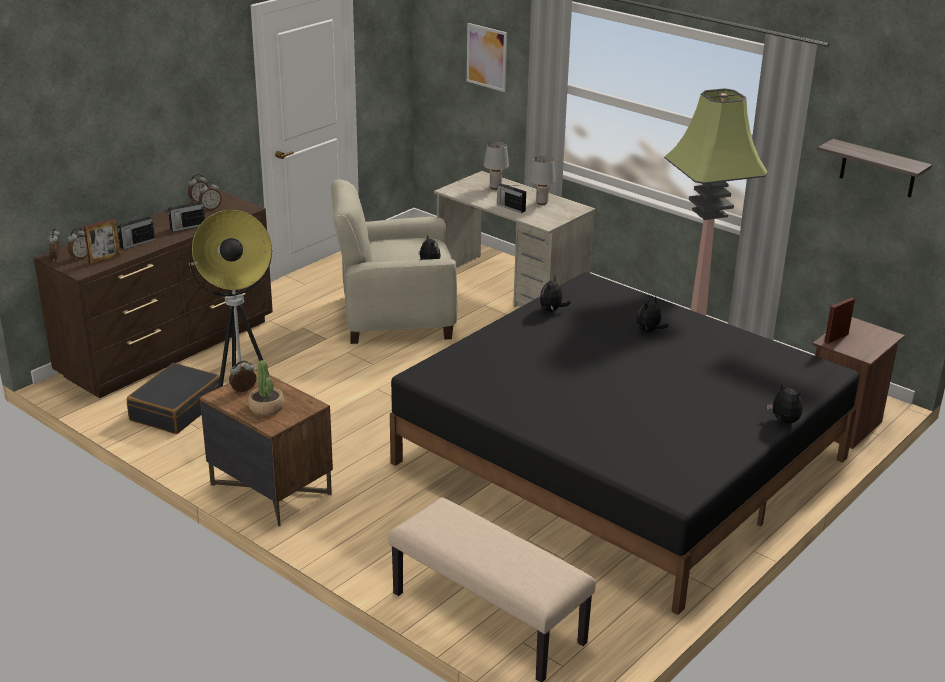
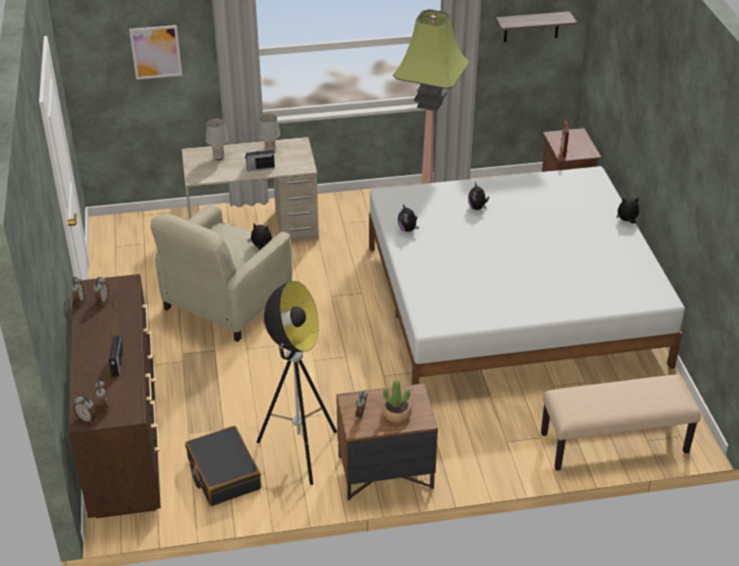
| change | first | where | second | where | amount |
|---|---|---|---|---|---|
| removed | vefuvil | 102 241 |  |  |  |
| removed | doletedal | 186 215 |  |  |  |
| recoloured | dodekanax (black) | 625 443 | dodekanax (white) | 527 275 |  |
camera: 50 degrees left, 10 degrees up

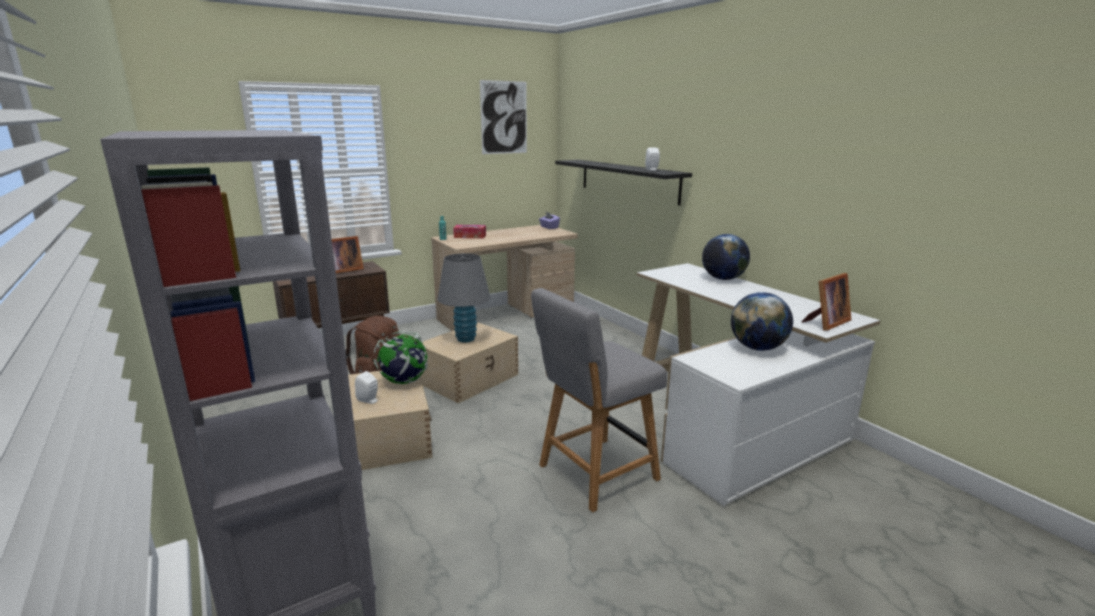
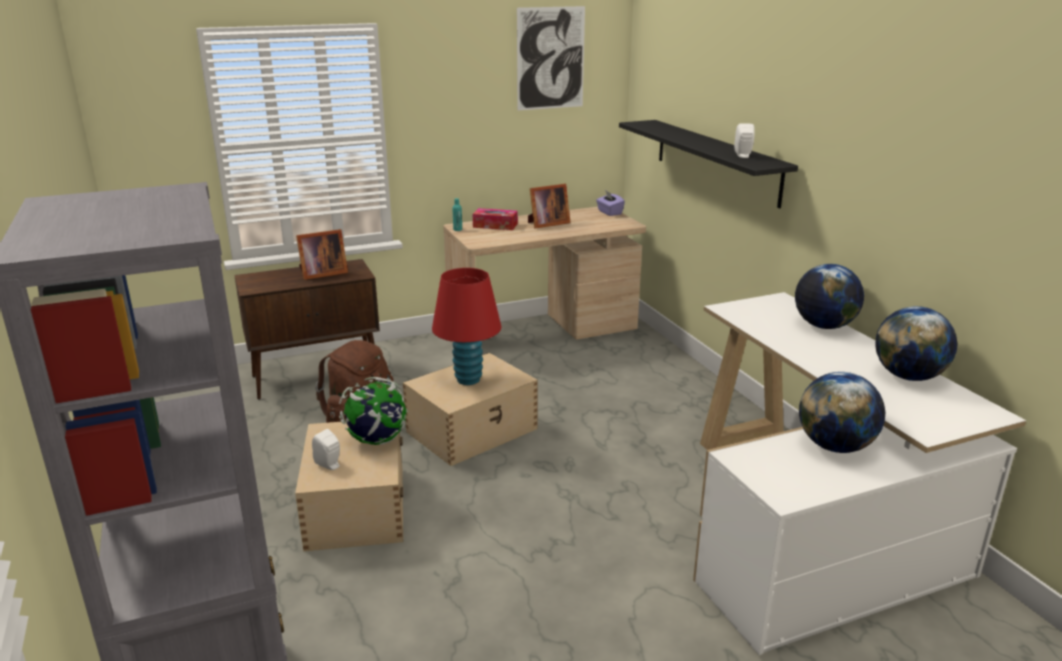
| change | first | where | second | where | amount |
|---|---|---|---|---|---|
| recoloured | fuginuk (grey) | 464 298 | fuginuk (red) | 466 326 |  |
| removed | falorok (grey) | 599 400 |  |  |  |
| moved | vefuvil | 826 302 |  | 549 206 |  |
| added |  |  | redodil | 916 343 |  |
camera: 10 degrees right, 5 degrees up

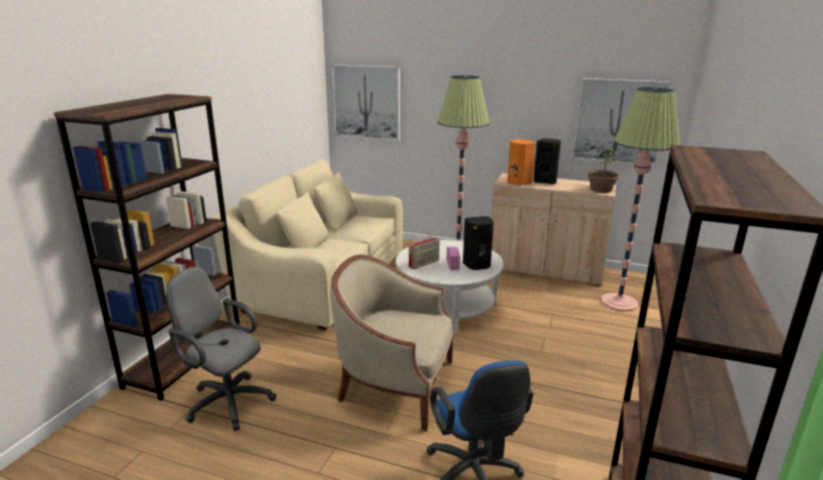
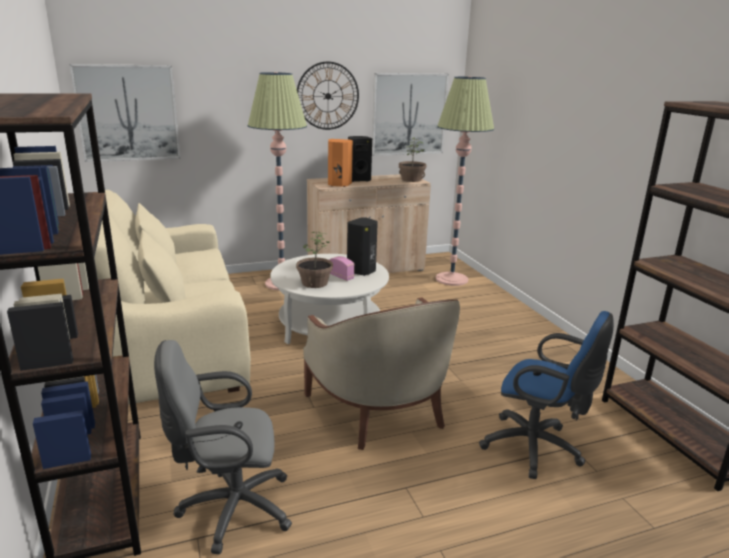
| change | first | where | second | where | amount |
|---|---|---|---|---|---|
| turned | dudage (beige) | 392 343 |  | 381 373 | 90 degrees counterclockwise |
| replaced | doletedal | 424 252 | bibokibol | 314 259 |  |
| added |  |  | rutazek | 328 96 |  |
camera: 40 degrees left, 0 degrees up

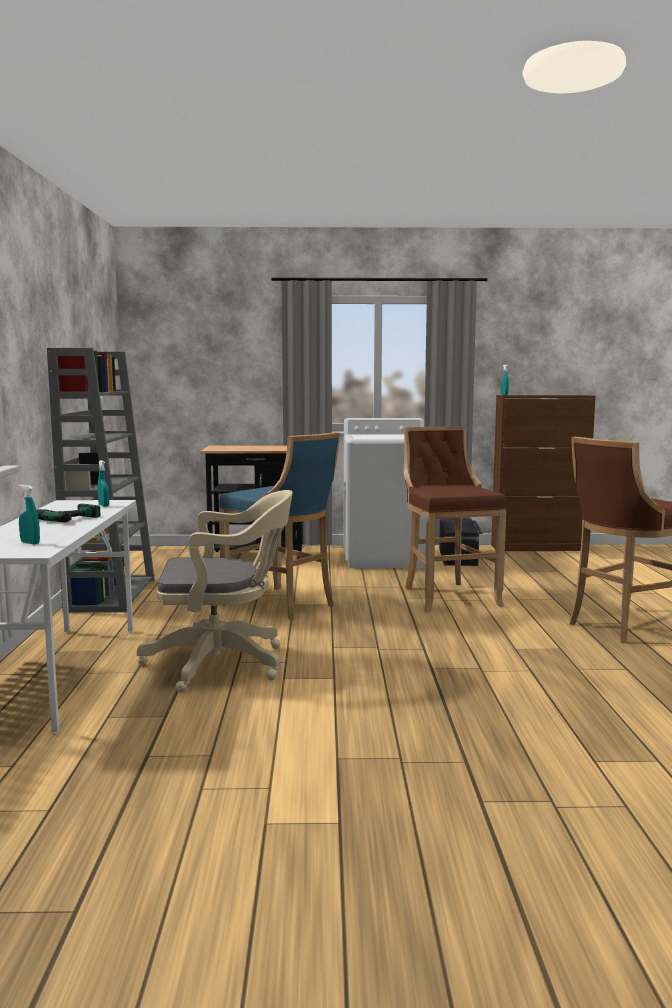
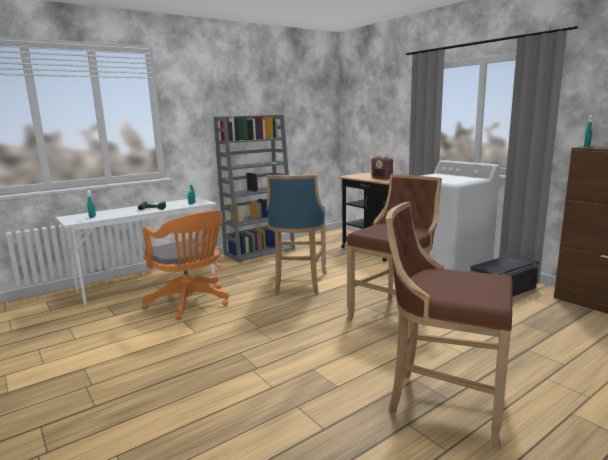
| change | first | where | second | where | amount |
|---|---|---|---|---|---|
| recoloured | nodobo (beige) | 215 591 | nodobo (orange) | 185 265 |  |
| added |  |  | doletedal | 382 168 |  |
camera: 55 degrees right, 5 degrees up

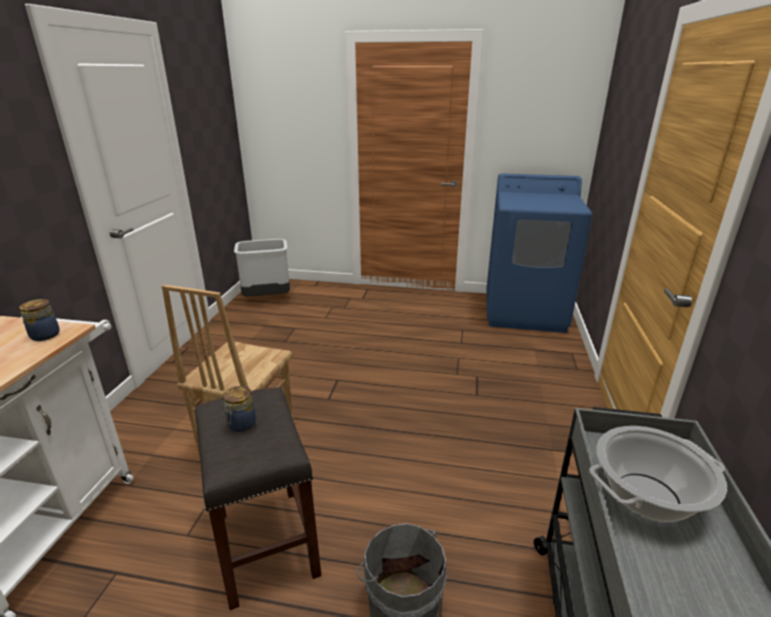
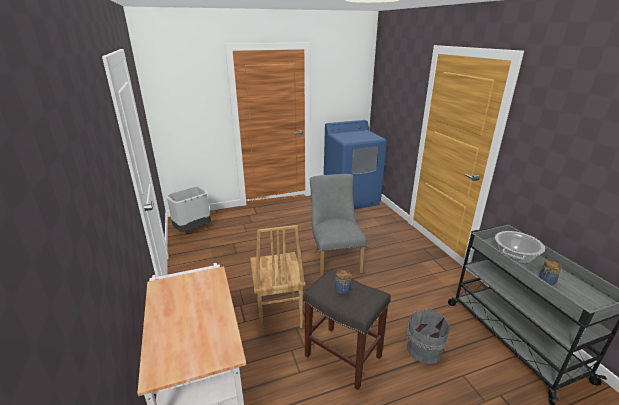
| change | first | where | second | where | amount |
|---|---|---|---|---|---|
| moved | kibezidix | 39 320 |  | 550 273 |  |
| added |  |  | falorok (grey) | 338 225 |  |
camera: 30 degrees left, 0 degrees up

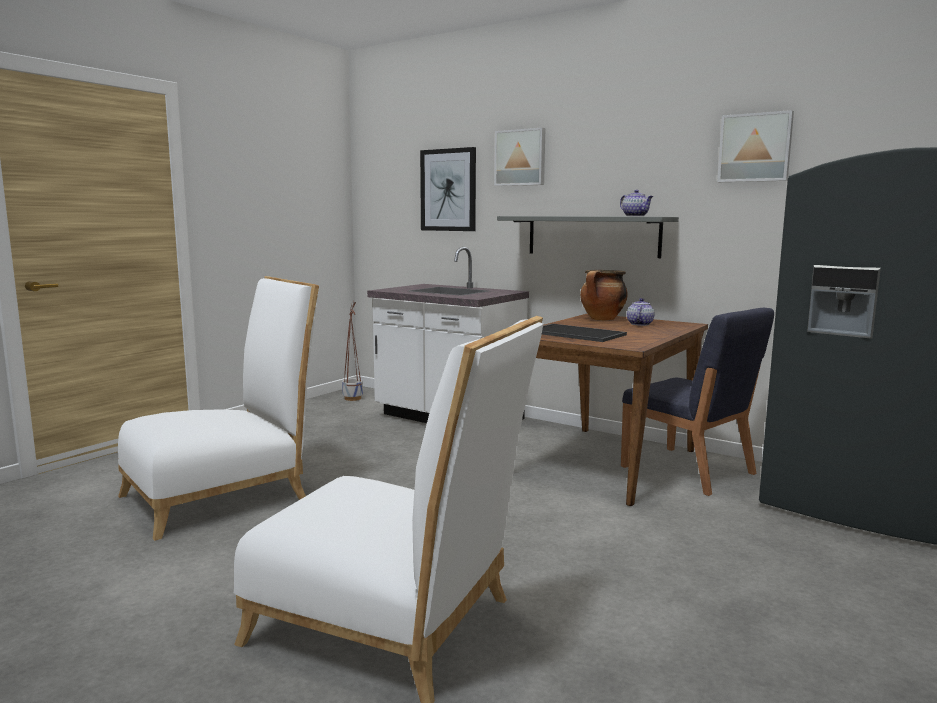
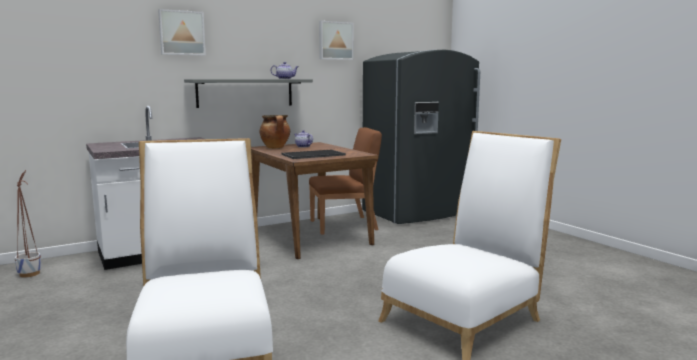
| change | first | where | second | where | amount |
|---|---|---|---|---|---|
| removed | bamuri | 448 189 |  |  |  |
| recoloured | falorok (blue) | 697 402 | falorok (brown) | 345 181 |  |
camera: 65 degrees left, 0 degrees up

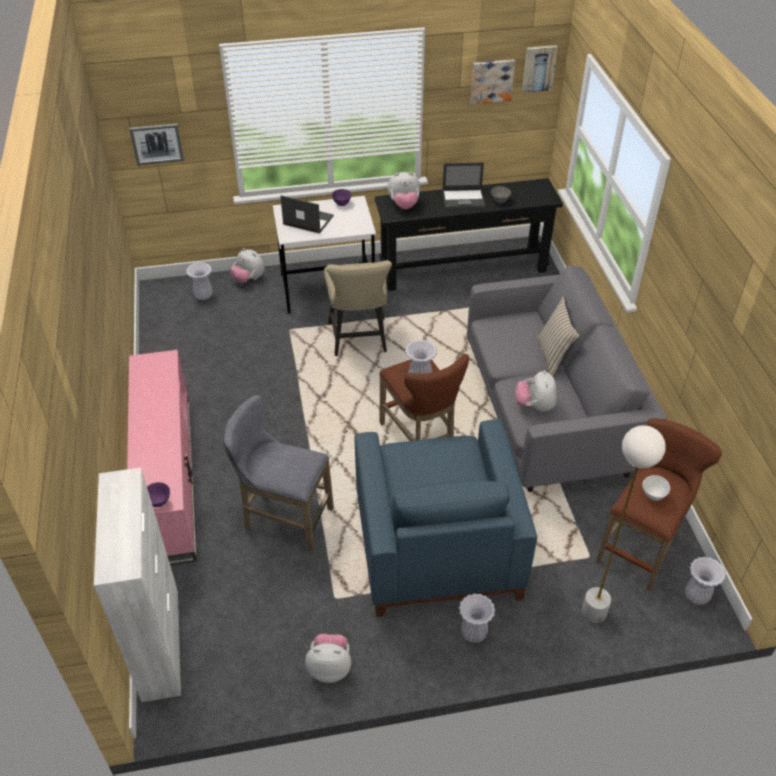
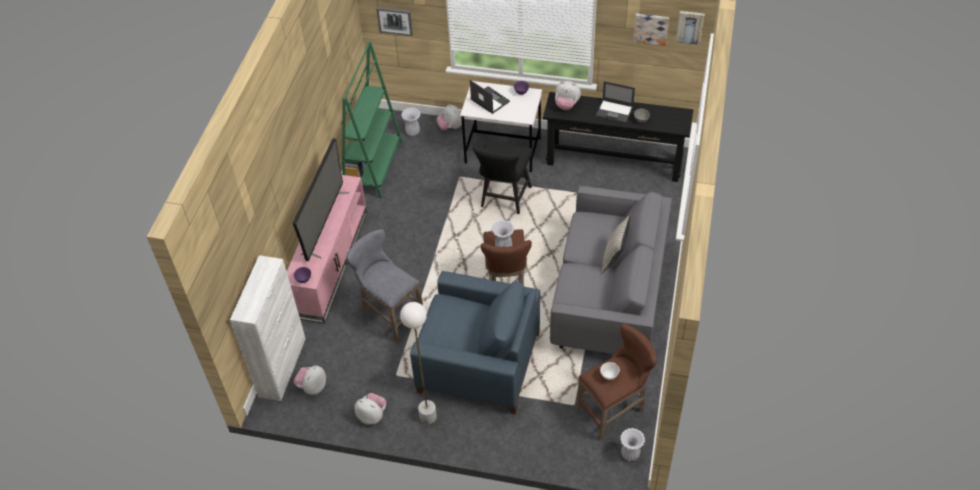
| change | first | where | second | where | amount |
|---|---|---|---|---|---|
| recoloured | falorok (beige) | 358 308 | falorok (black) | 502 177 |  |
| turned | dudage (blue) | 445 518 |  | 475 343 | 90 degrees counterclockwise |
| removed | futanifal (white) | 477 618 |  |  |  |
| moved | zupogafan | 536 391 |  | 309 380 |  |
| moved | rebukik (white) | 624 524 |  | 418 363 |  |
| added |  |  | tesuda | 321 199 |  |
| added |  |  | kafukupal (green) | 372 119 |  |
camera: 25 degrees right, 5 degrees up

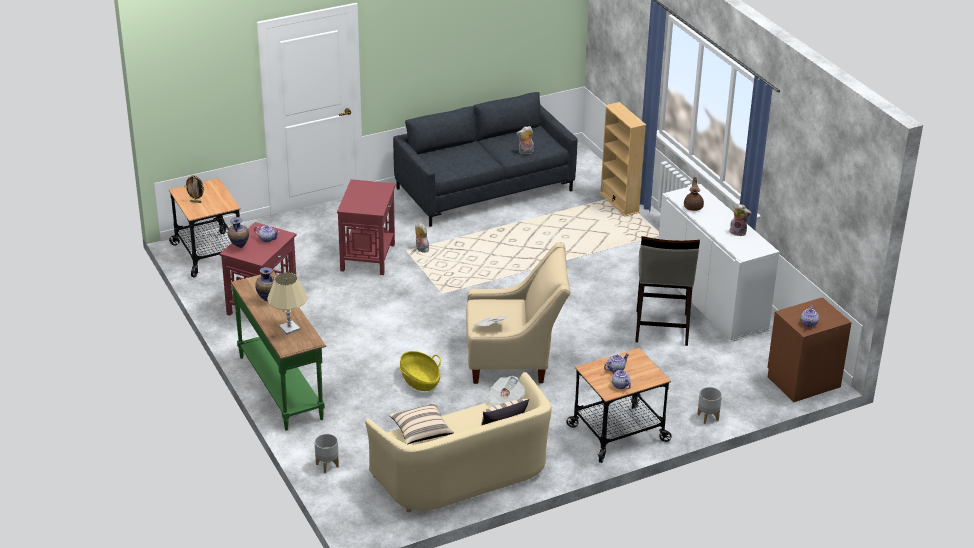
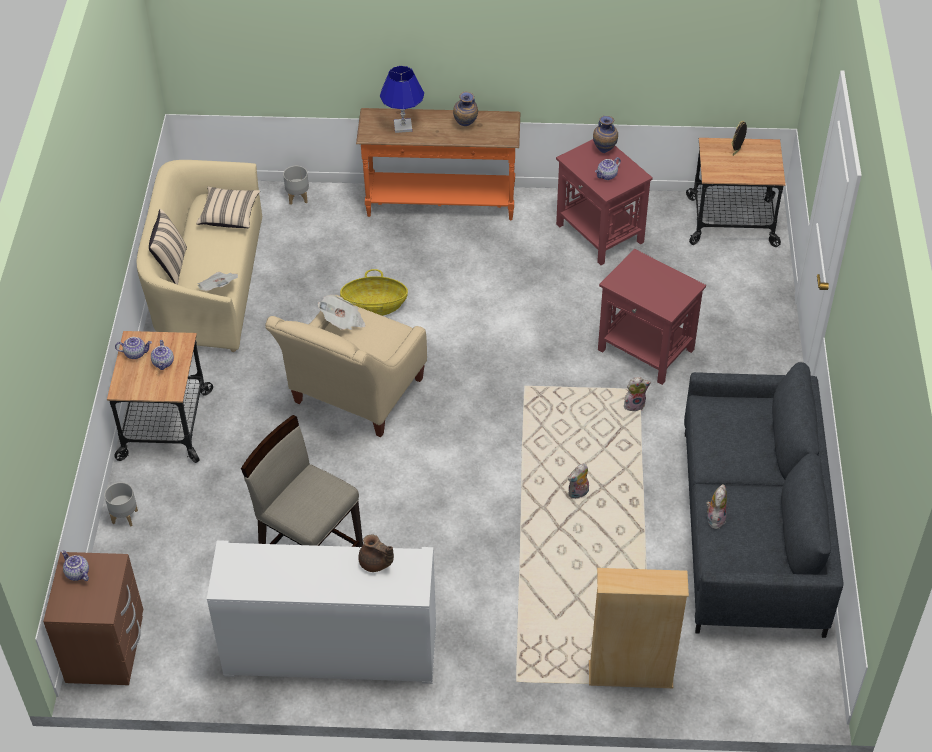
| change | first | where | second | where | amount |
|---|---|---|---|---|---|
| recoloured | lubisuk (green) | 278 351 | lubisuk (orange) | 438 164 |  |
| recoloured | fuginuk (beige) | 287 303 | fuginuk (blue) | 402 99 |  |
| moved | zupogafan | 740 220 |  | 578 481 |  |
camera: 120 degrees right, 15 degrees up

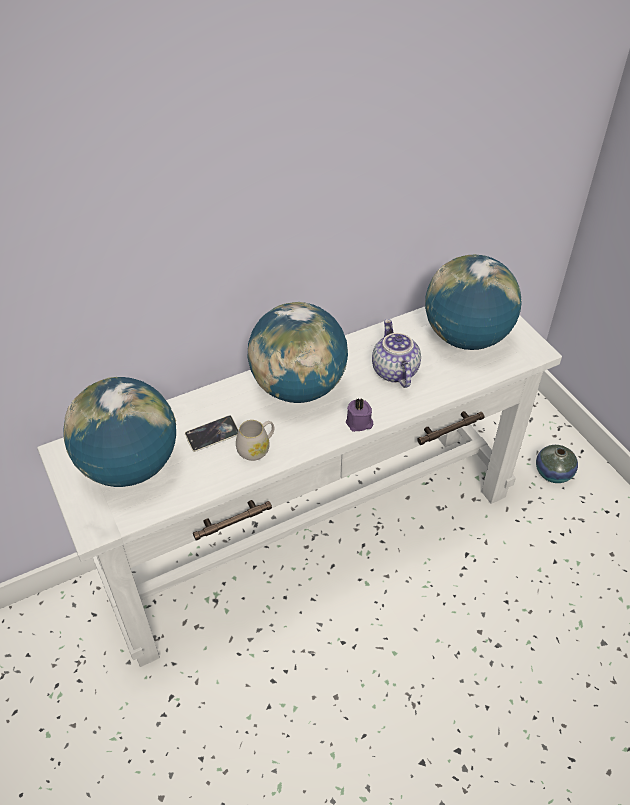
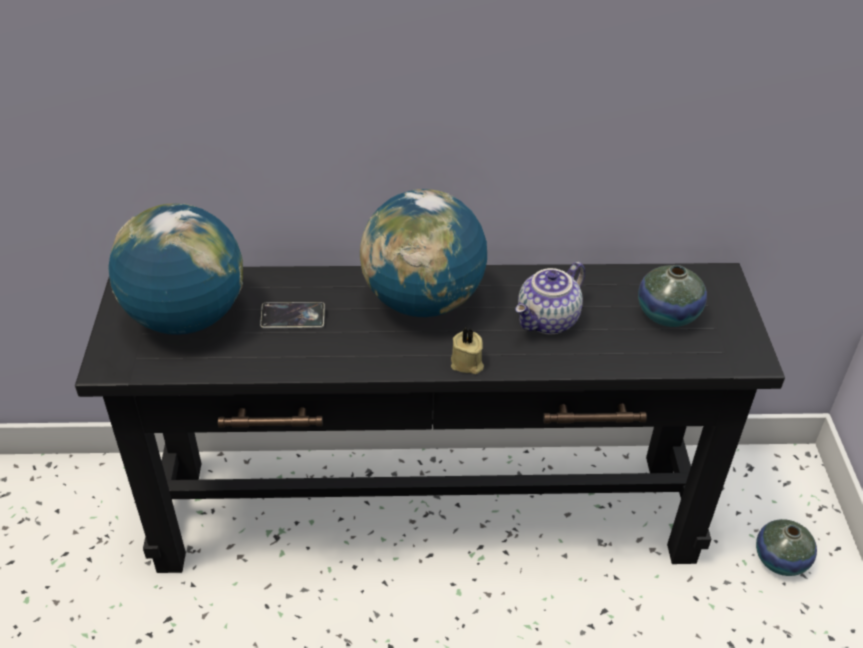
| change | first | where | second | where | amount |
|---|---|---|---|---|---|
| recoloured | lubisuk (white) | 299 487 | lubisuk (black) | 430 418 |  |
| removed | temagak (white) | 255 440 |  |  |  |
| recoloured | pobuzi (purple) | 359 415 | pobuzi (beige) | 467 351 |  |
| turned | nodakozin | 396 353 |  | 550 298 | 150 degrees counterclockwise |
| replaced | redodil | 473 302 | futanifal | 672 296 |  |
camera: 25 degrees right, 5 degrees down

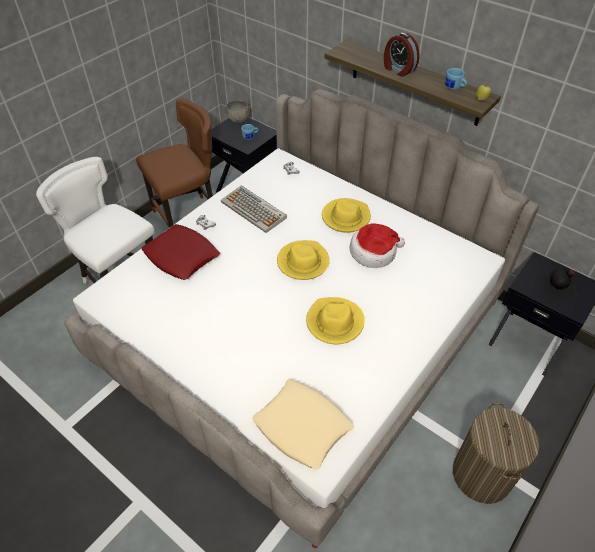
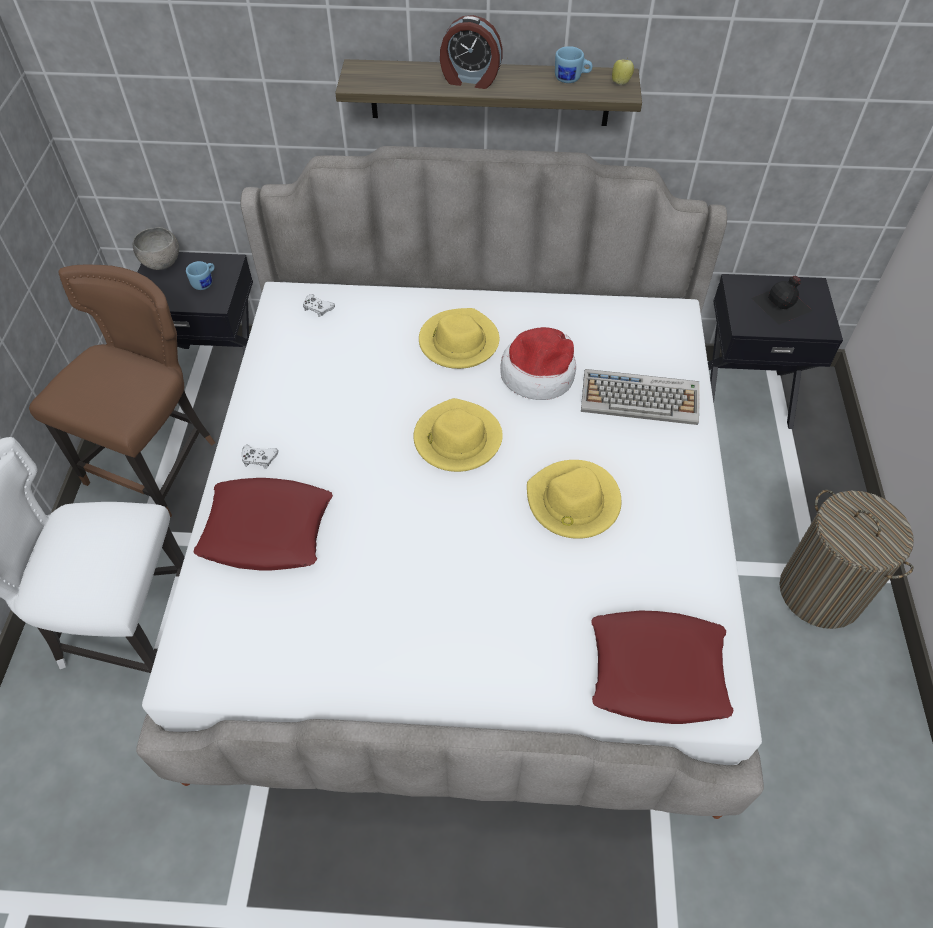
| change | first | where | second | where | amount |
|---|---|---|---|---|---|
| moved | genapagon | 254 209 |  | 640 397 |  |
| recoloured | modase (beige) | 303 424 | modase (red) | 662 667 |  |
camera: 35 degrees left, 5 degrees up

